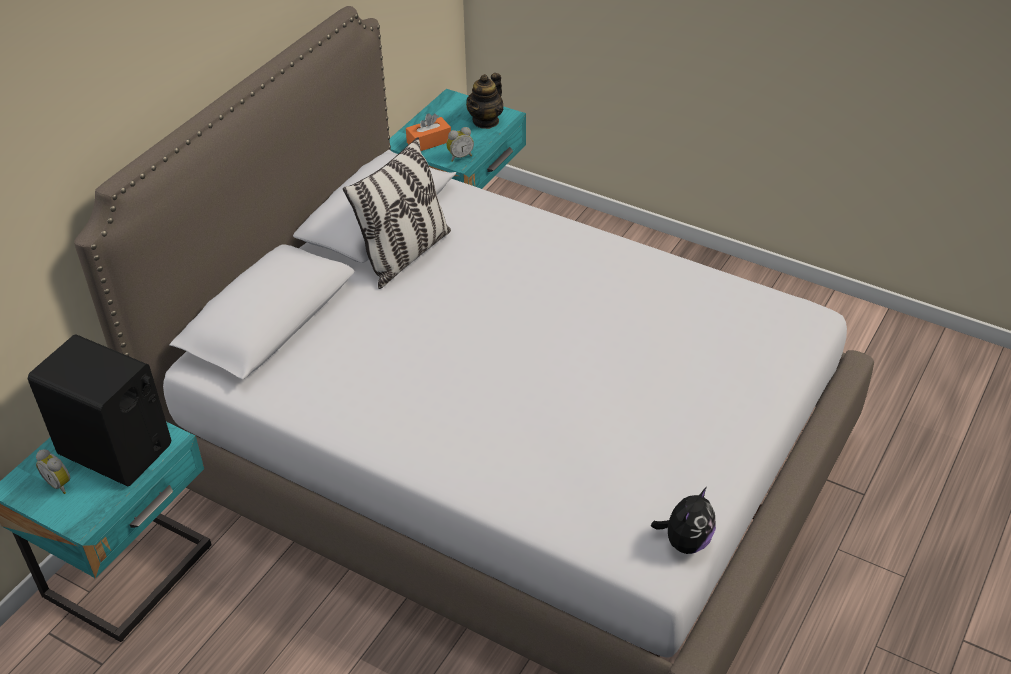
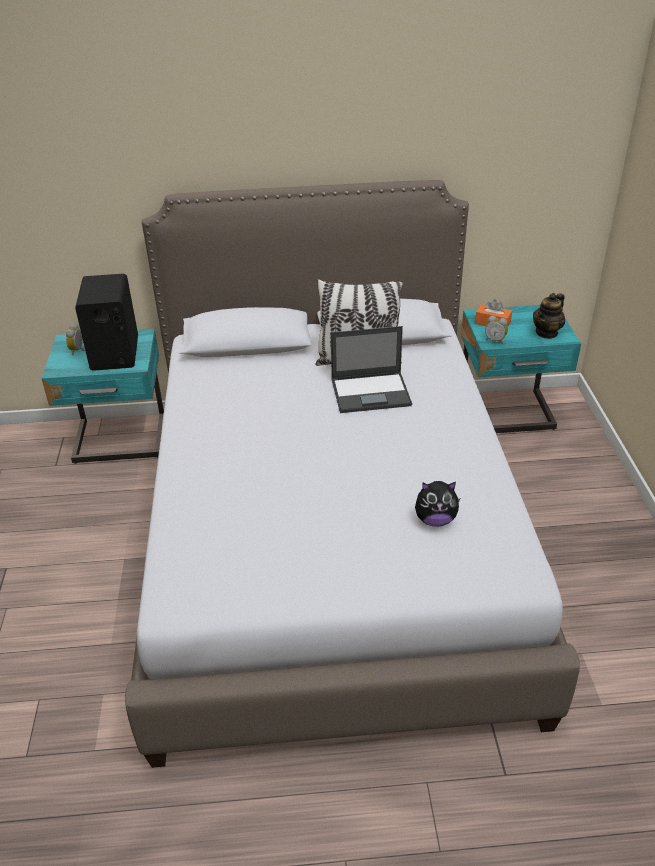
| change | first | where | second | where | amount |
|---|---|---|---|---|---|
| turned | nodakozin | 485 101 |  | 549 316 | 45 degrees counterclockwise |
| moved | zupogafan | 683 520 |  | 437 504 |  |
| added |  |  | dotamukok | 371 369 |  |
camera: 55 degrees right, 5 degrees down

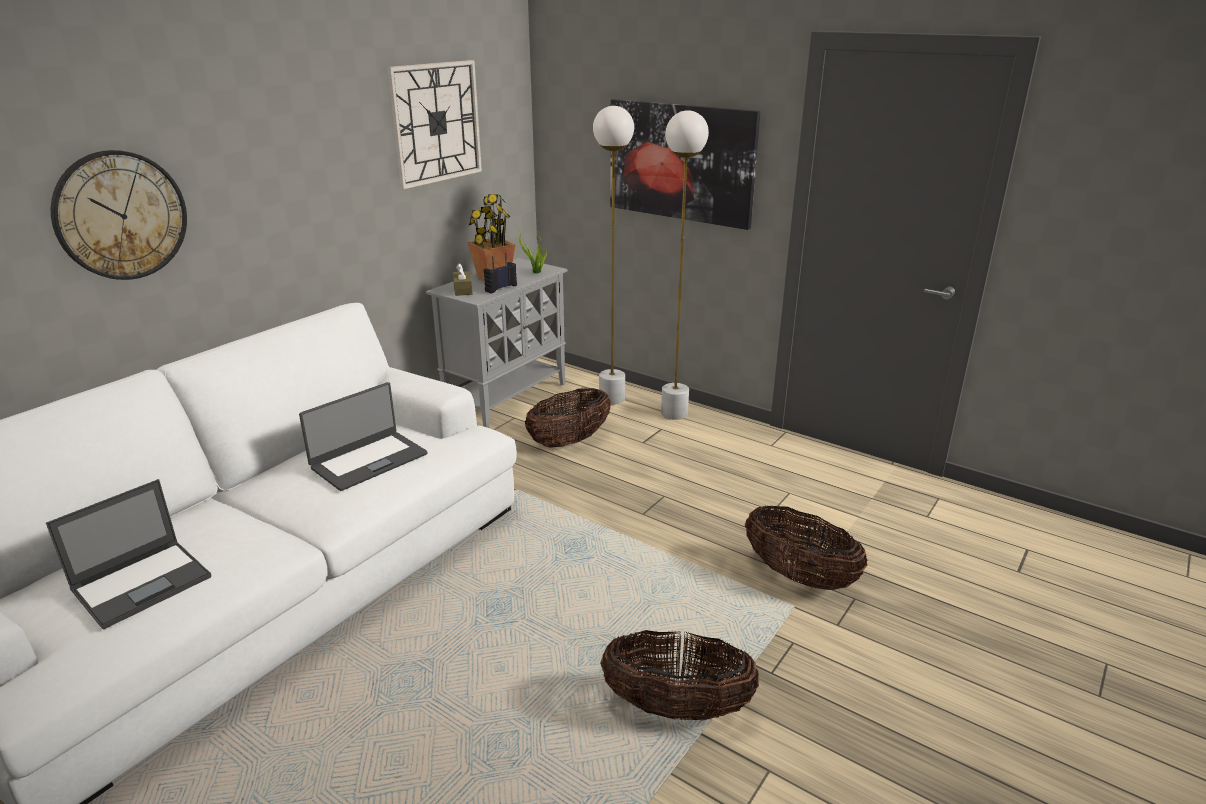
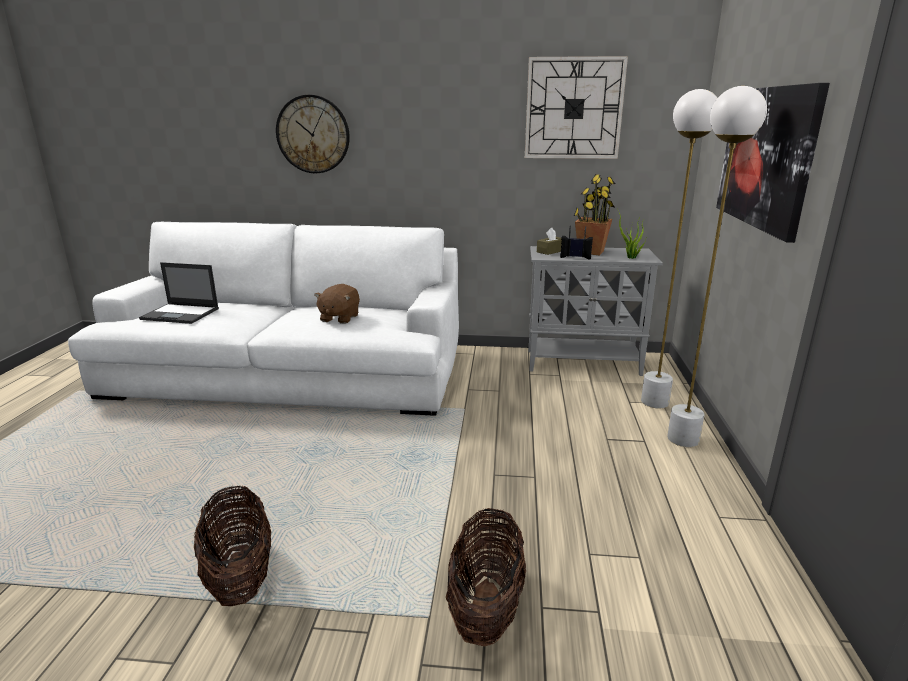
| change | first | where | second | where | amount |
|---|---|---|---|---|---|
| replaced | dotamukok | 363 436 | zupogafan (brown) | 337 304 |  |
| removed | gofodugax | 568 418 |  |  |  |
camera: 60 degrees right, 5 degrees down

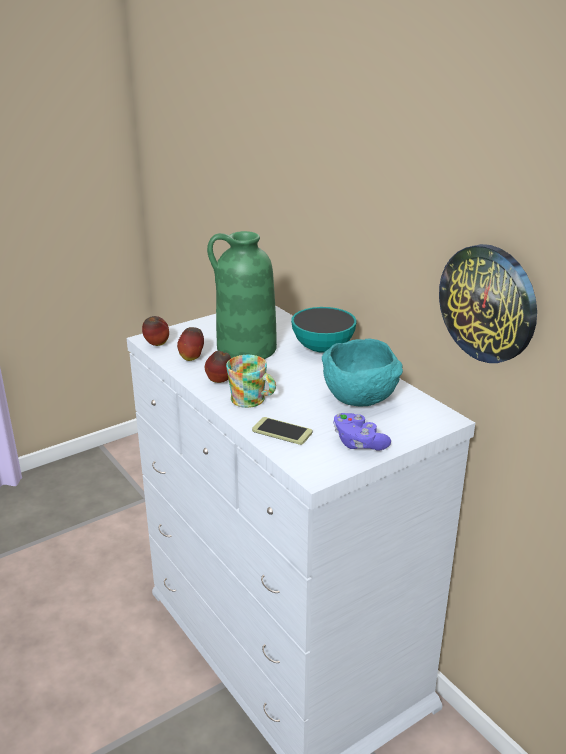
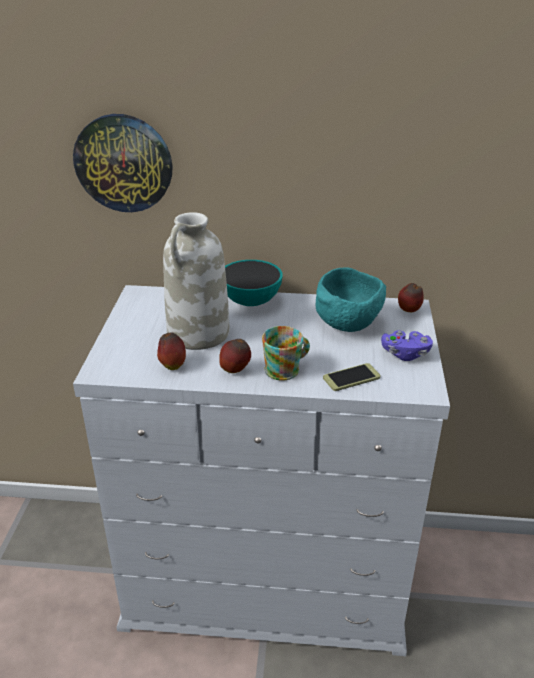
| change | first | where | second | where | amount |
|---|---|---|---|---|---|
| moved | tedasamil | 155 331 |  | 411 297 |  |
| recoloured | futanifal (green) | 242 295 | futanifal (white) | 196 281 |  |
| moved | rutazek | 488 303 |  | 123 163 |  |
camera: 50 degrees left, 5 degrees up

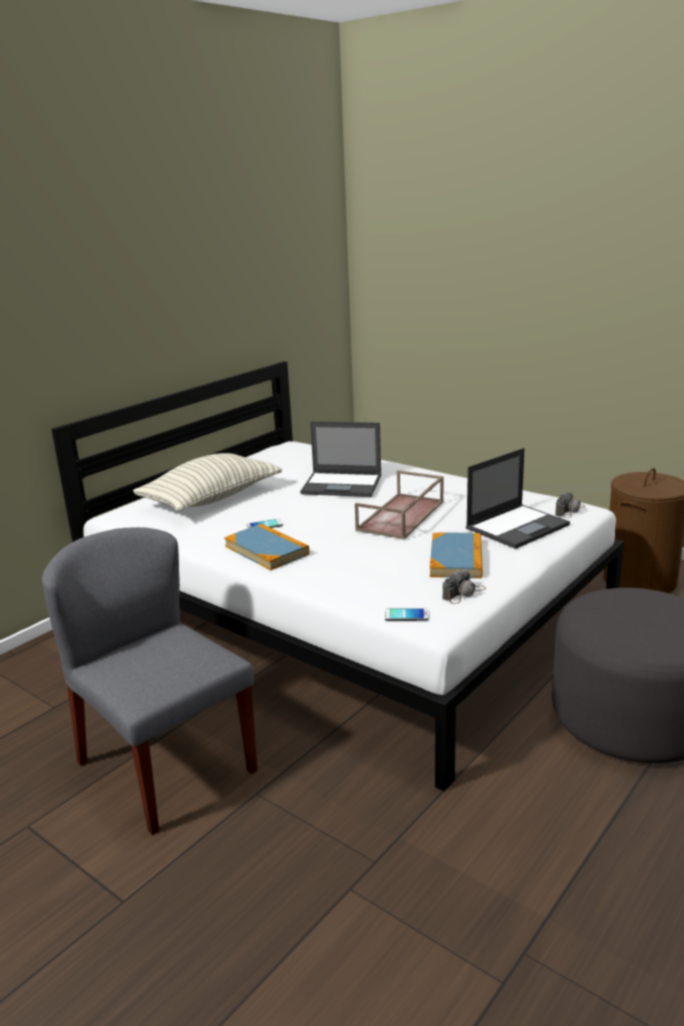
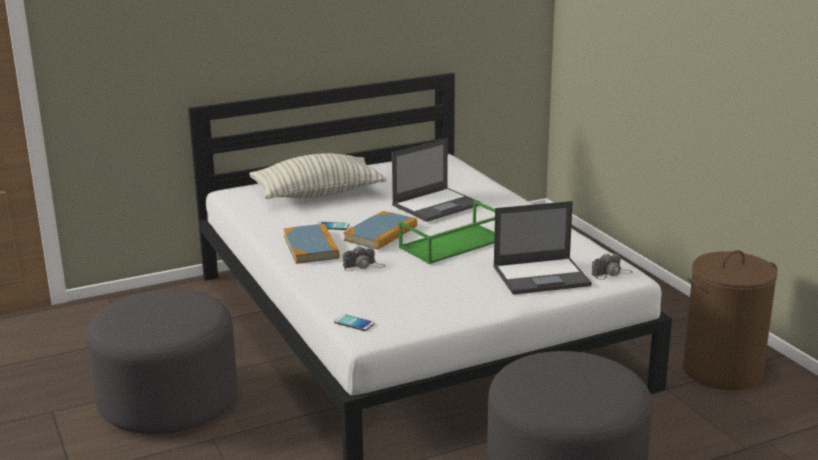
| change | first | where | second | where | amount |
|---|---|---|---|---|---|
| replaced | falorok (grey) | 149 681 | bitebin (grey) | 161 361 |  |
| turned | dotamukok | 340 459 |  | 436 180 | 75 degrees counterclockwise |
| recoloured | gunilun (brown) | 399 504 | gunilun (green) | 447 232 |  |
| moved | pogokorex | 456 555 |  | 380 230 |  |
| moved | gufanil | 464 586 |  | 364 258 |  |
camera: 25 degrees right, 0 degrees up

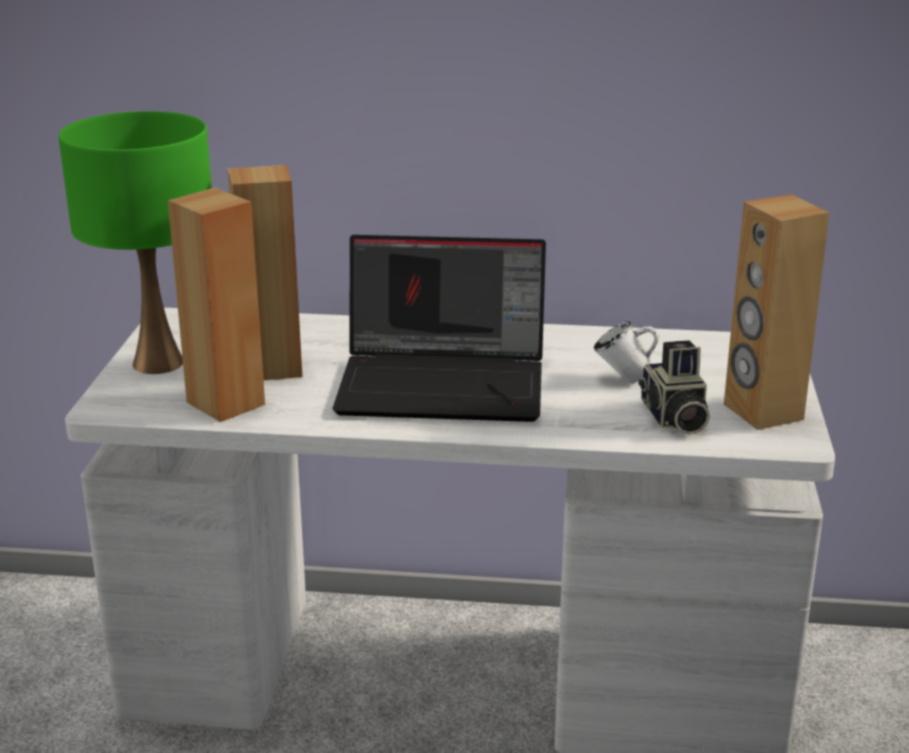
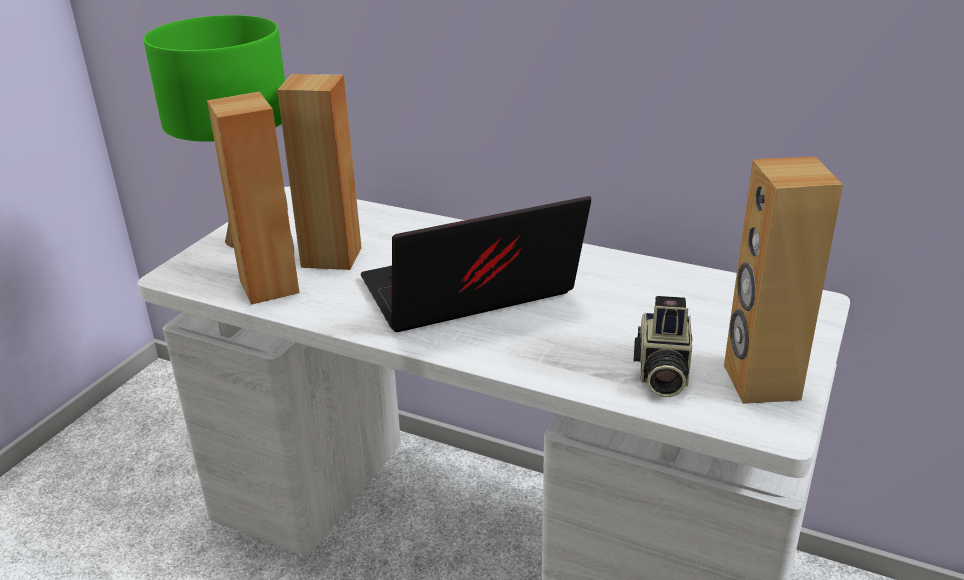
| change | first | where | second | where | amount |
|---|---|---|---|---|---|
| turned | dotamukok | 439 328 |  | 476 264 | 135 degrees clockwise |
| removed | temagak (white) | 626 352 |  |  |  |
camera: 20 degrees right, 5 degrees up

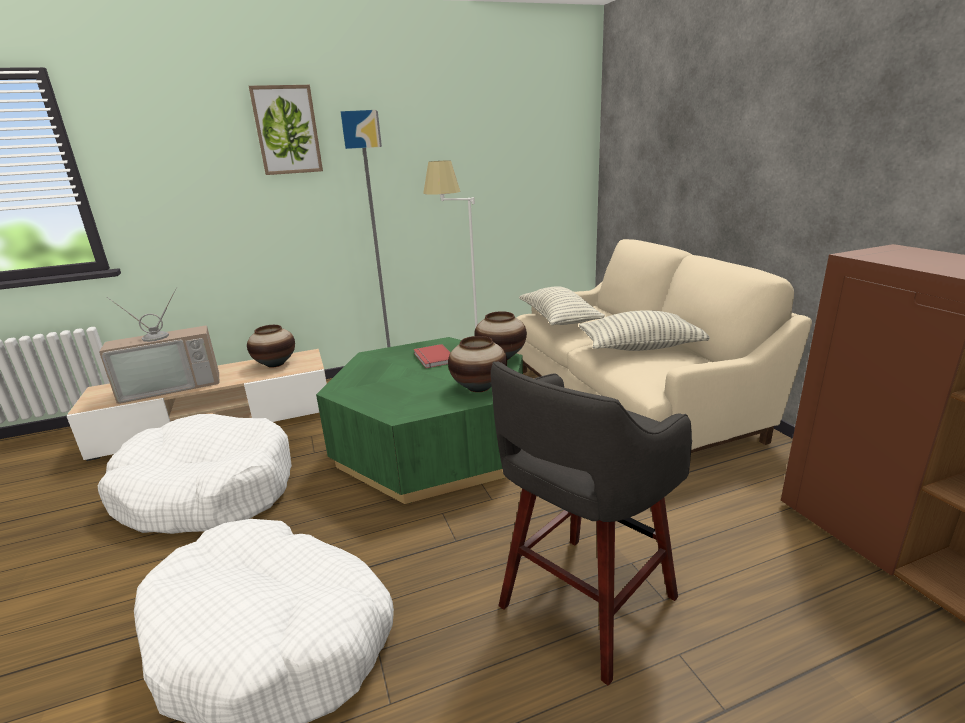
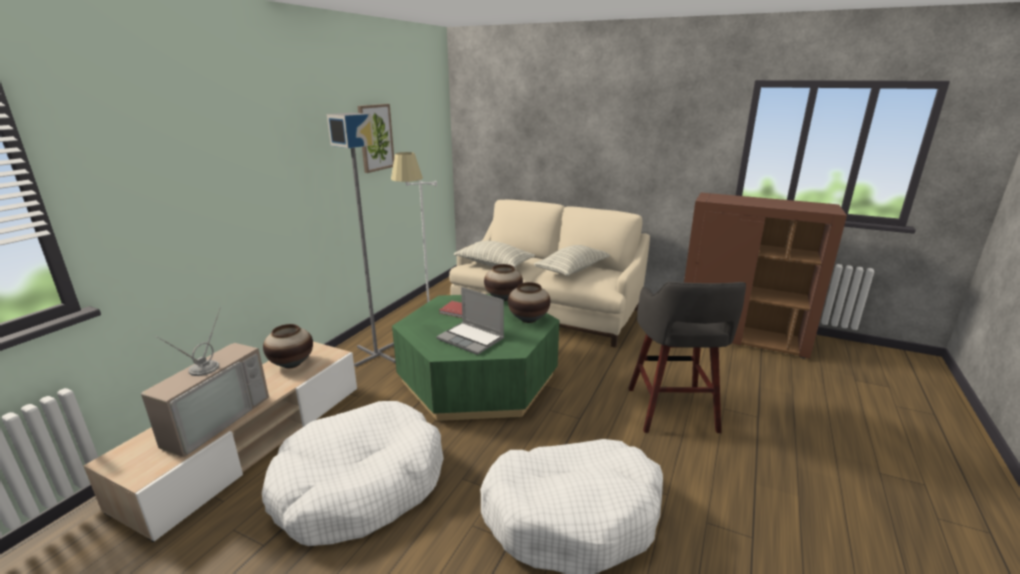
| change | first | where | second | where | amount |
|---|---|---|---|---|---|
| moved | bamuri | 286 130 |  | 376 138 |  |
| added |  |  | dotamukok | 470 321 |  |
camera: 45 degrees left, 0 degrees up

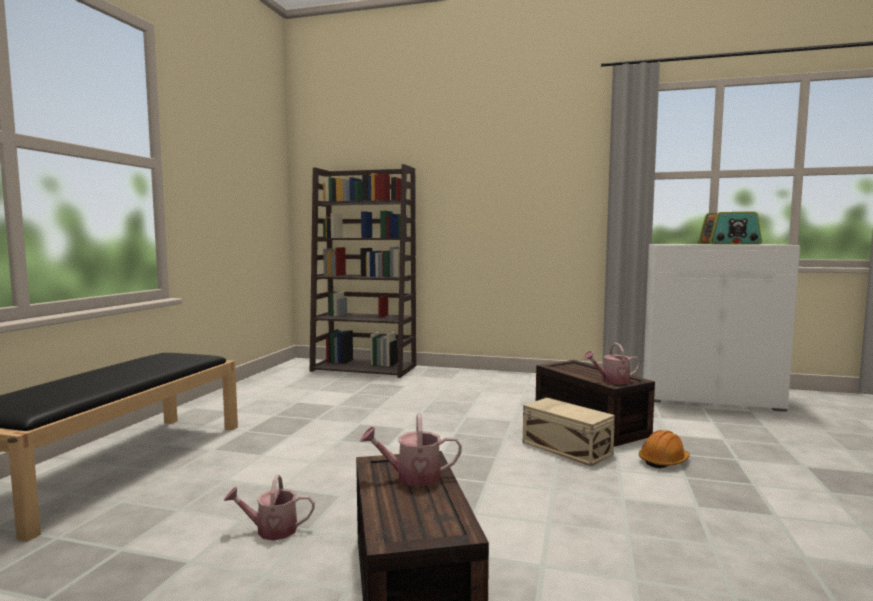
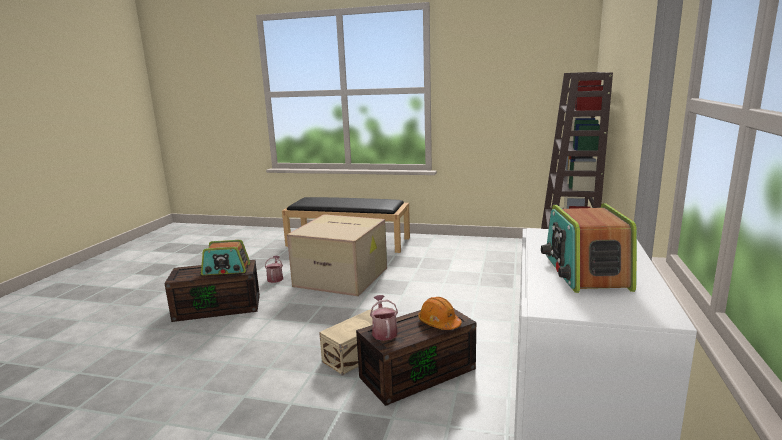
| change | first | where | second | where | amount |
|---|---|---|---|---|---|
| replaced | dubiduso | 411 450 | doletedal | 225 257 |  |
| moved | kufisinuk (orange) | 664 449 |  | 440 313 |  |
| added |  |  | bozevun | 337 255 |  |
camera: 90 degrees right, 10 degrees up

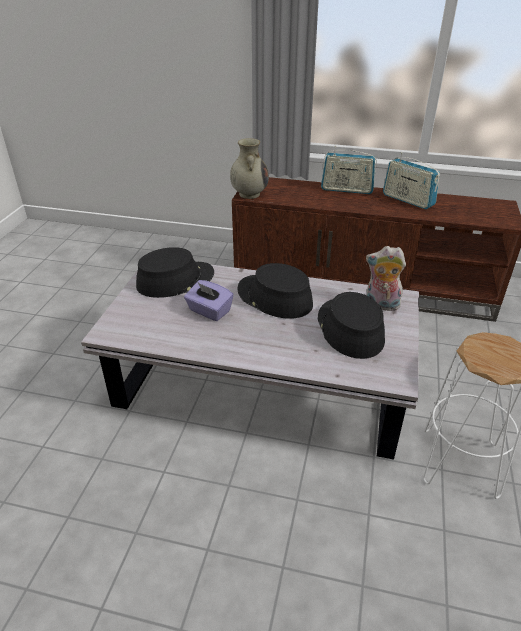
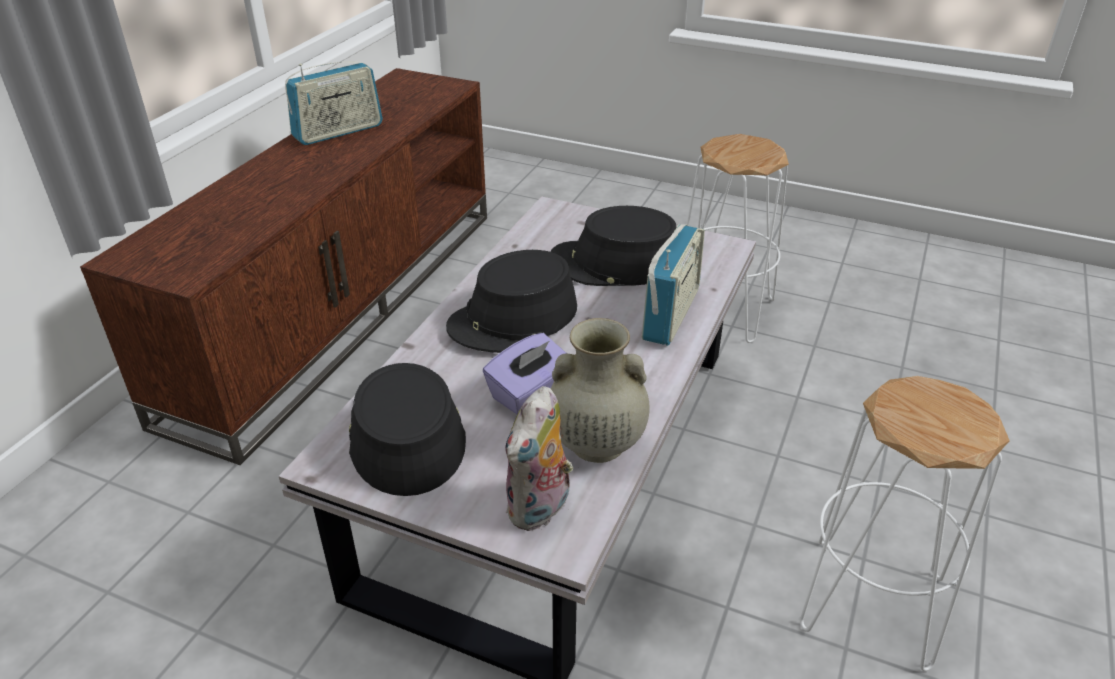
| change | first | where | second | where | amount |
|---|---|---|---|---|---|
| moved | futanifal (beige) | 249 168 |  | 600 390 |  |
| moved | doletedal | 349 170 |  | 673 285 |  |
| moved | zupogafan | 386 278 |  | 539 458 |  |
| added |  |  | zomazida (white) | 905 523 |  |
camera: 80 degrees left, 0 degrees up

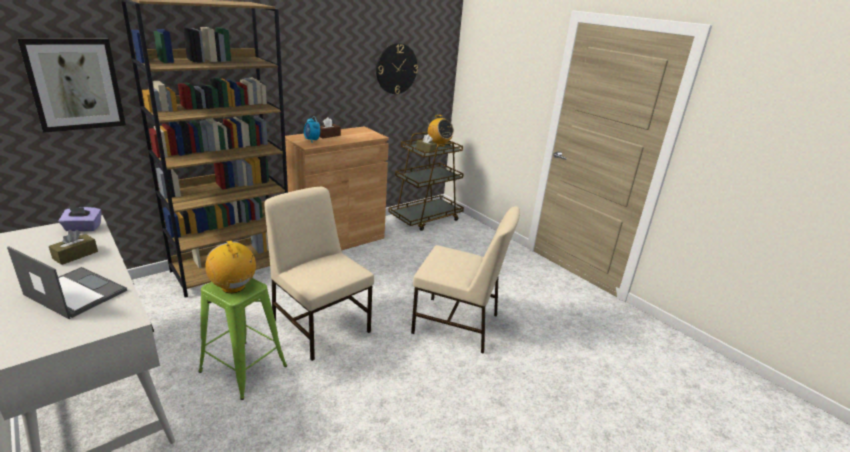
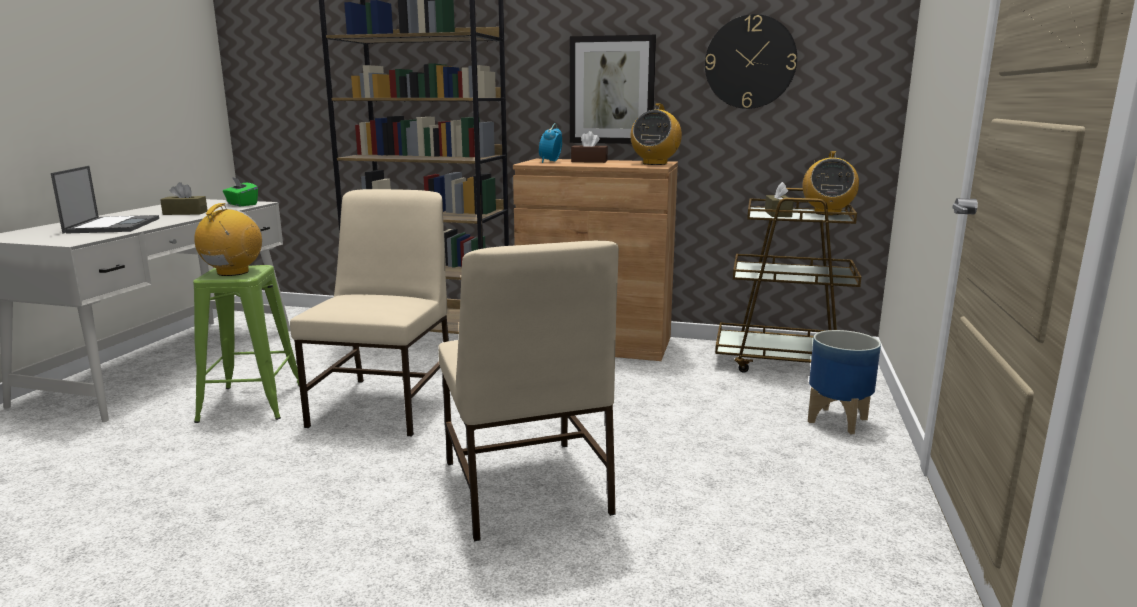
| change | first | where | second | where | amount |
|---|---|---|---|---|---|
| moved | bamuri | 71 85 |  | 613 89 |  |
| recoloured | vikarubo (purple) | 80 219 | vikarubo (green) | 240 191 |  |
| added |  |  | doletedal | 656 134 |  |
| added |  |  | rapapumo | 844 382 |  |
camera: 55 degrees right, 10 degrees down

